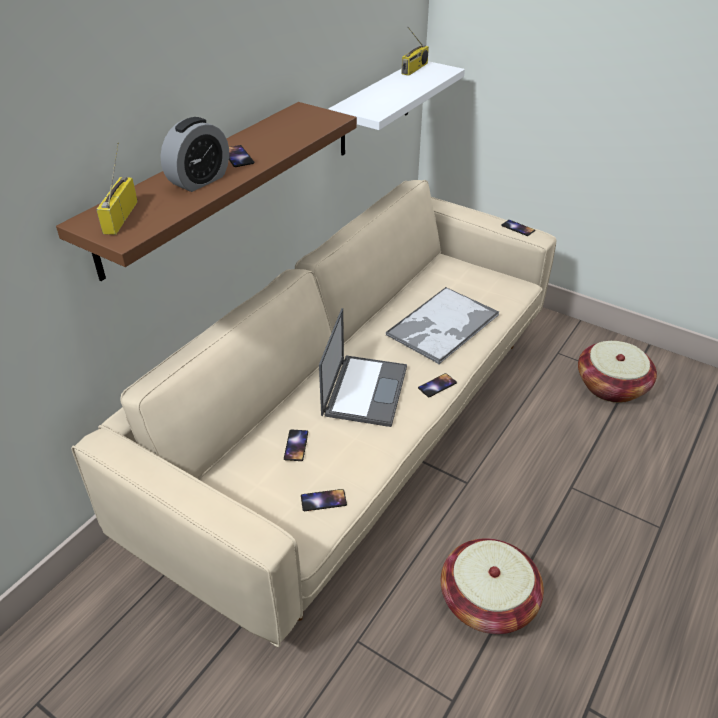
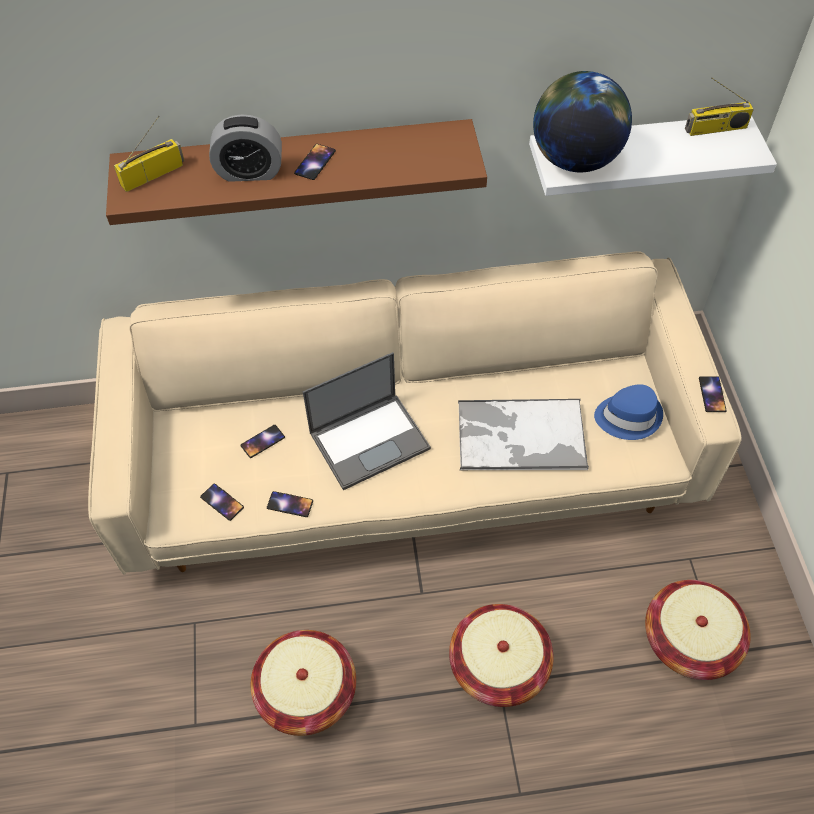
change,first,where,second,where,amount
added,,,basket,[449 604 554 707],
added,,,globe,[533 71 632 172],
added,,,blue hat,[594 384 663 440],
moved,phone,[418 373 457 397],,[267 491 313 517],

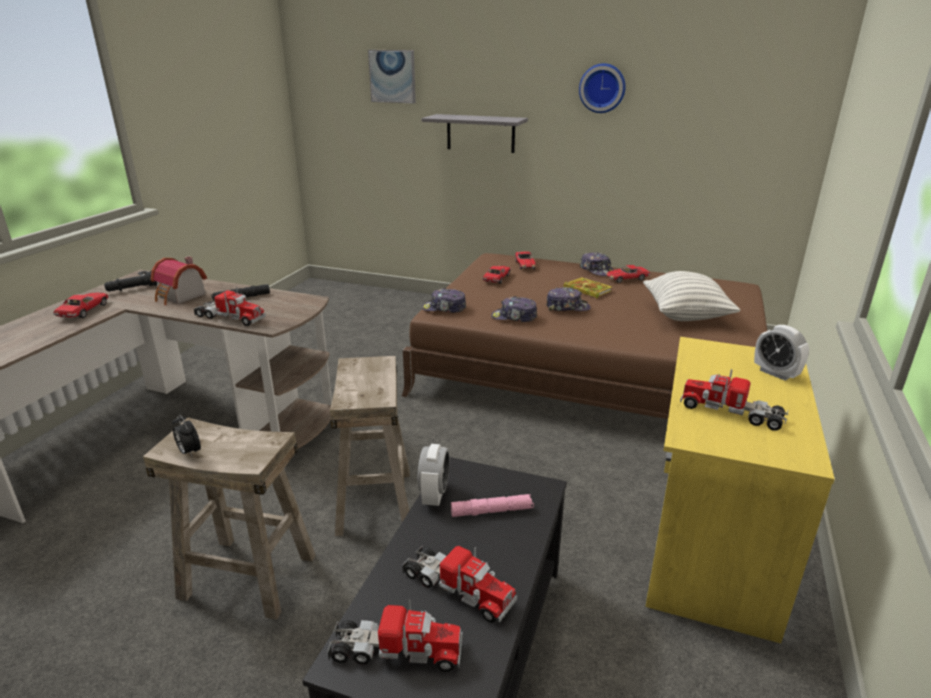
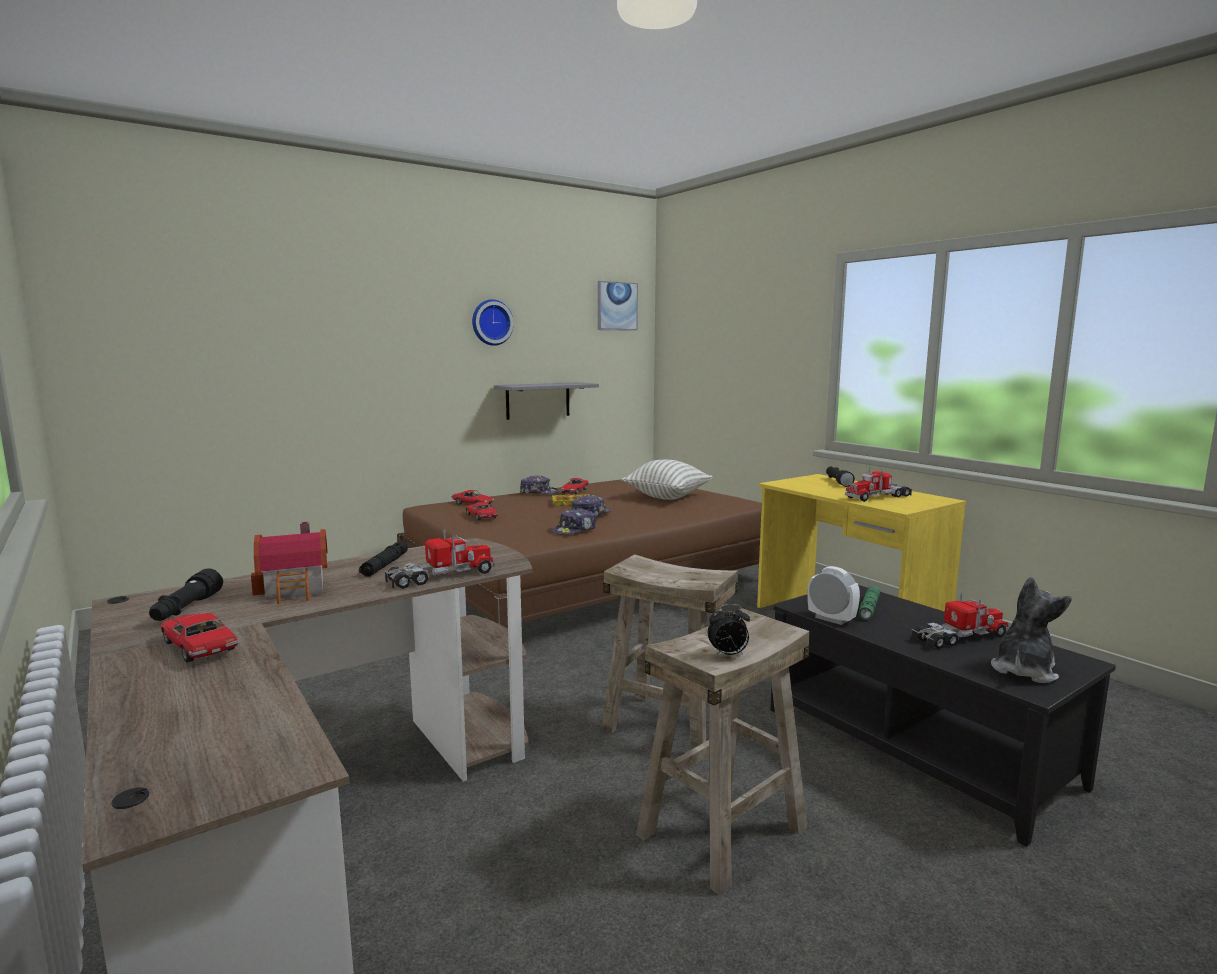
change,first,where,second,where,amount
removed,cap,[422 288 466 313],,,
moved,picture,[368 50 416 103],,[598 281 638 331],
moved,grey shelf,[422 114 528 153],,[494 382 599 420],
replaced,toy truck,[327 599 463 672],plush toy,[991 577 1072 683],
replaced,alarm clock,[754 325 809 381],black flashlight,[826 467 855 487],
recoloured,pink flashlight,[451 494 534 517],green flashlight,[859 586 880 620],

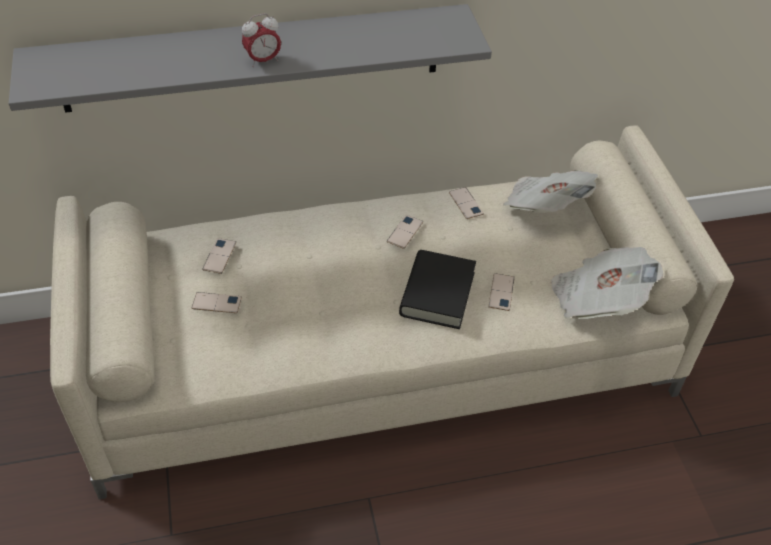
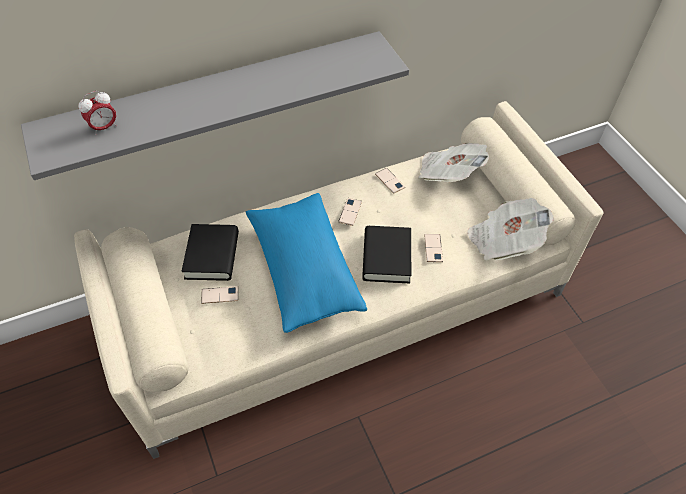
change,first,where,second,where,amount
added,,,blue pillow,[246 193 367 333],
moved,alarm clock,[242 13 281 67],,[78 91 117 135],
replaced,phone,[202 238 236 274],black book,[182 224 239 281],

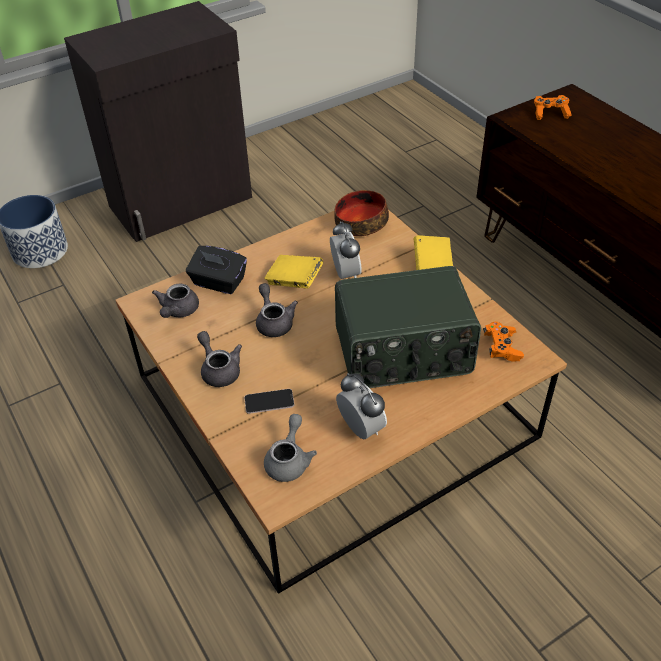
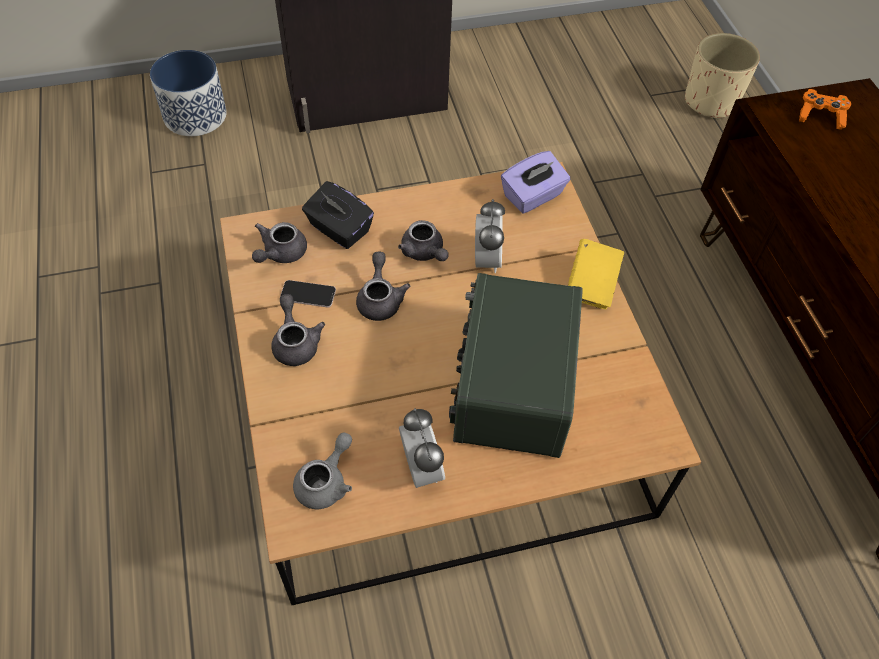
change,first,where,second,where,amount
removed,orange game controller,[483 322 524 362],,,
added,,,beige planter,[685 33 760 120],
moved,phone,[244 389 294 414],,[280 280 336 307],
replaced,yellow book,[264 255 323 289],grey teapot,[398 220 449 261],
replaced,bowl,[335 190 389 236],purple tissue box,[501 151 570 214],
turned,radio,[335 266 481 388],,[449 273 583 458],90 degrees clockwise

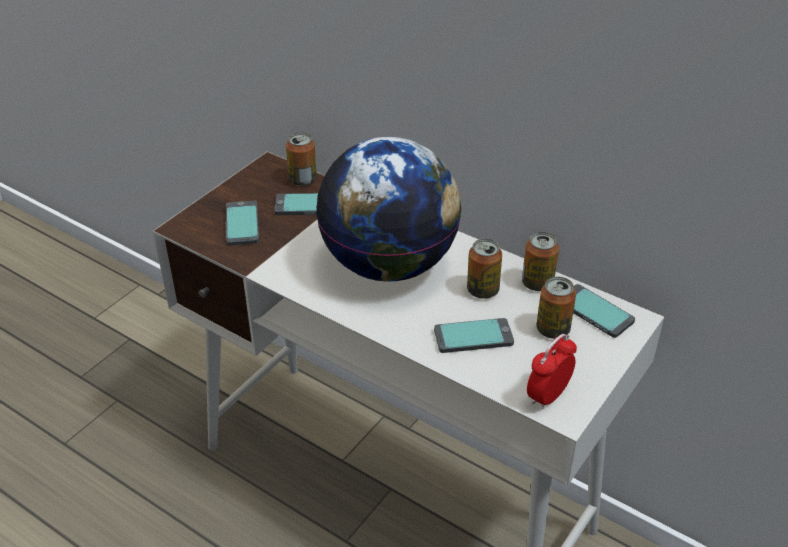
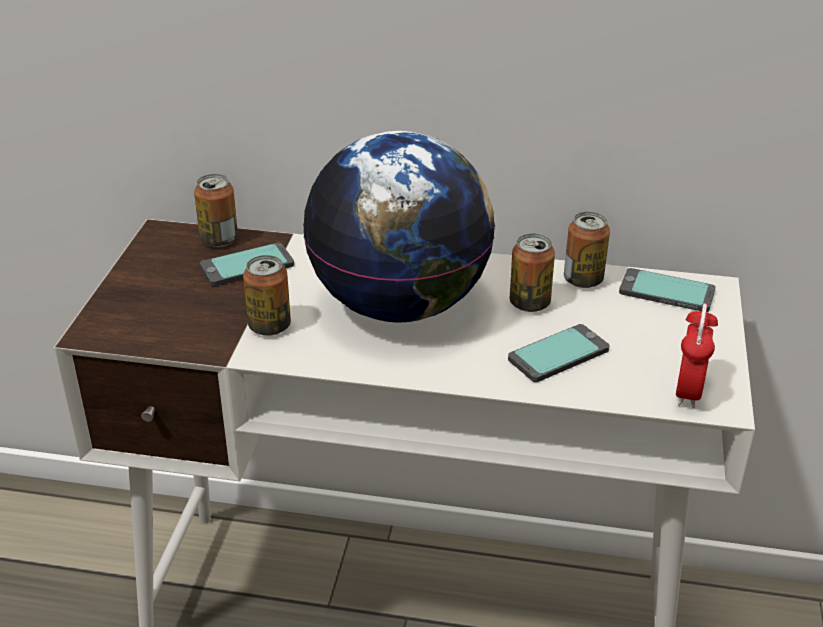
change,first,where,second,where,amount
removed,phone,[226 201 259 246],,,
moved,can,[536 277 576 339],,[243 255 291 336],

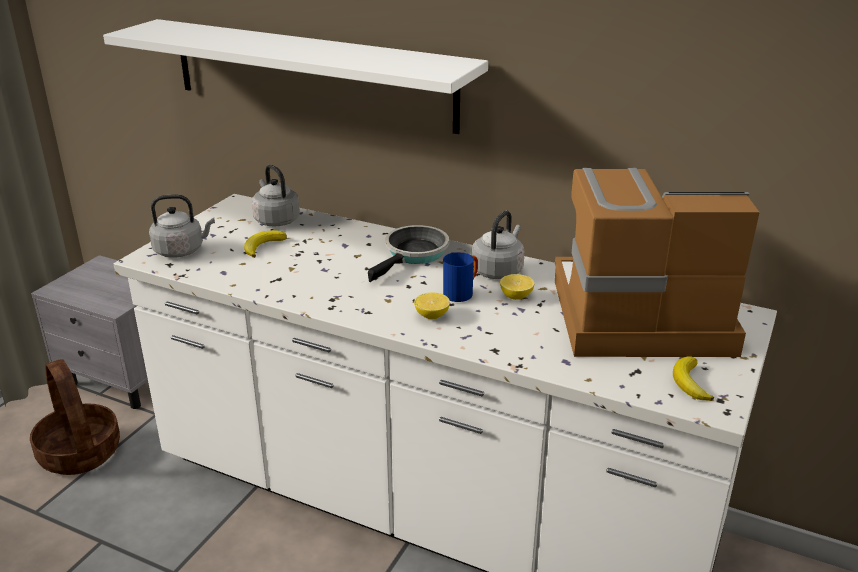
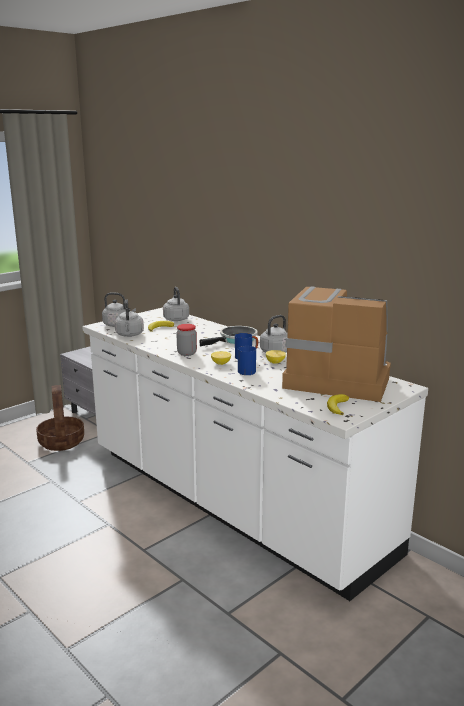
change,first,where,second,where,amount
removed,white shelf,[103 19 488 134],,,
added,,,grey kettle,[115 299 144 337],
added,,,jar,[176 324 197 356],
added,,,blue mug,[238 346 256 375],

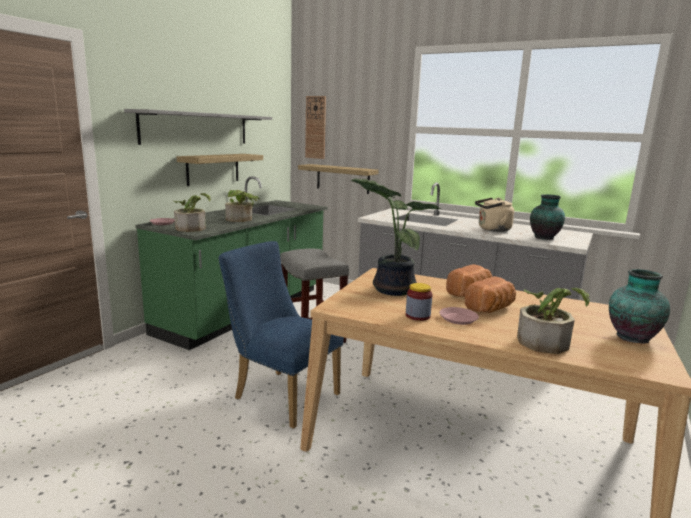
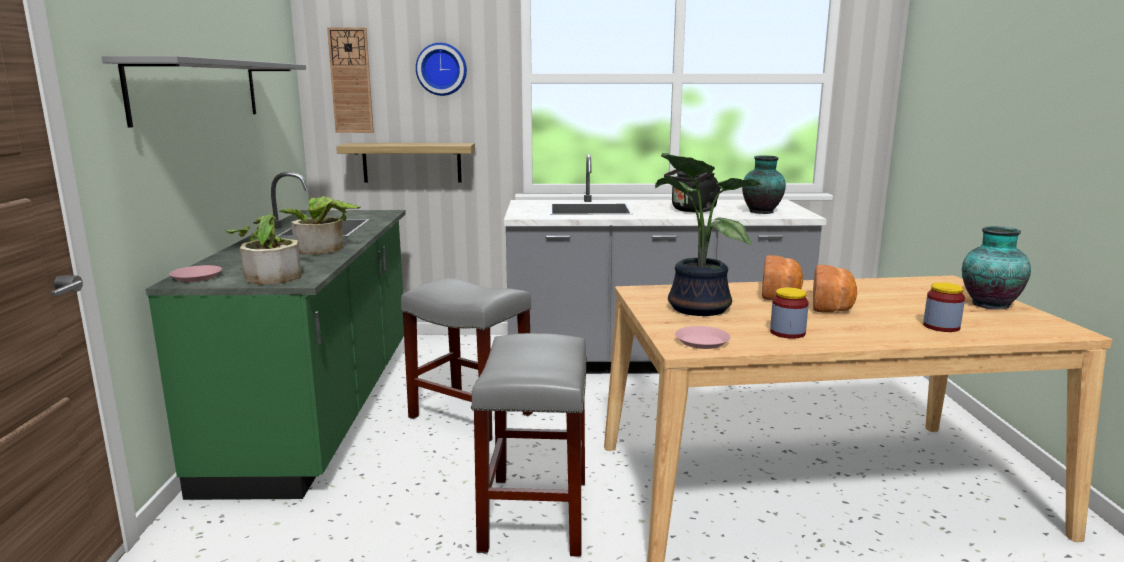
change,first,where,second,where,amount
removed,shelf,[177 154 263 186],,,
added,,,wall clock,[416 43 467 96],
moved,pink plate,[439 307 479 325],,[675 326 731 349],
replaced,blue chair,[218 241 344 429],grey stool,[471 333 587 557],
replaced,potted plant,[517 288 589 354],jar,[923 282 965 332],
recoloured,beige kettle,[475 198 514 232],black kettle,[664 169 720 212],

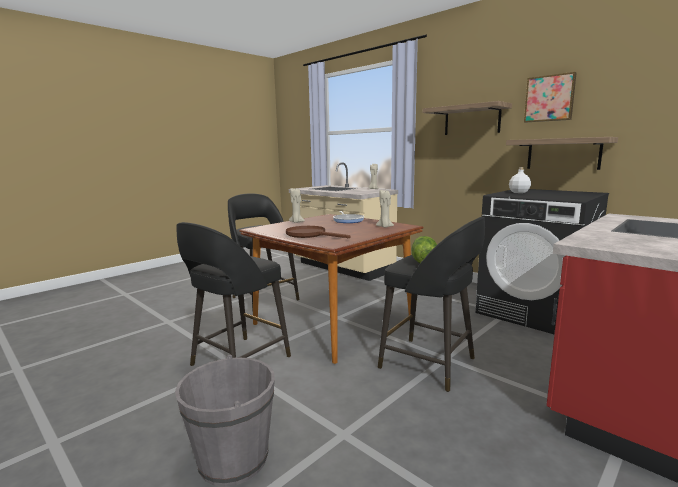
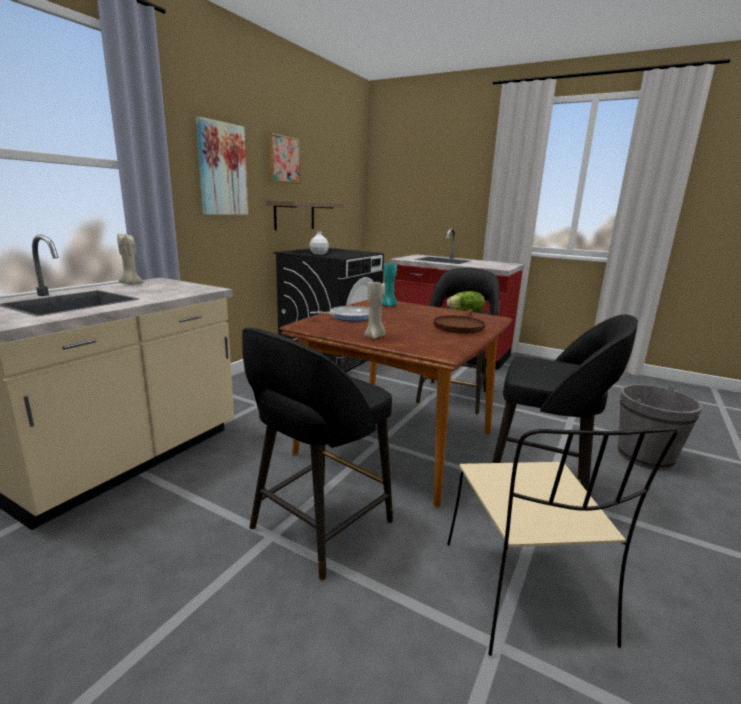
change,first,where,second,where,amount
added,,,beige chair,[447 427 678 656],
replaced,shelf,[423 101 512 135],picture,[196 117 248 215],
recoloured,beige candle,[376 190 394 228],turquoise candle,[382 262 397 307],

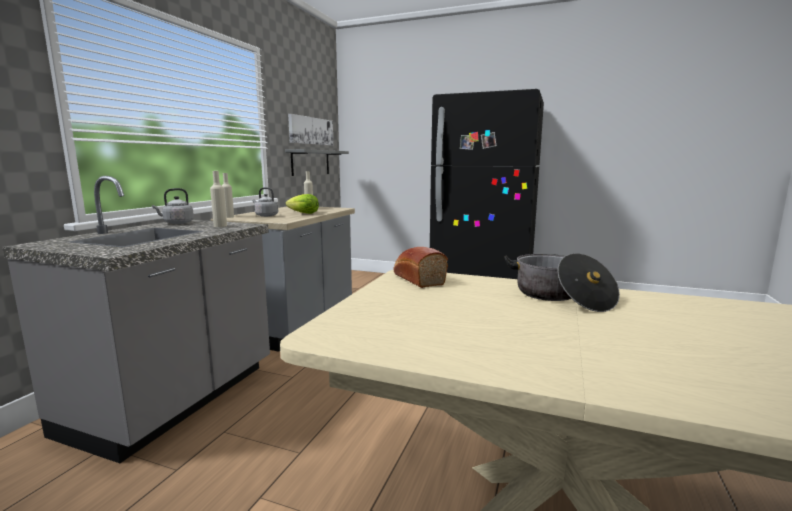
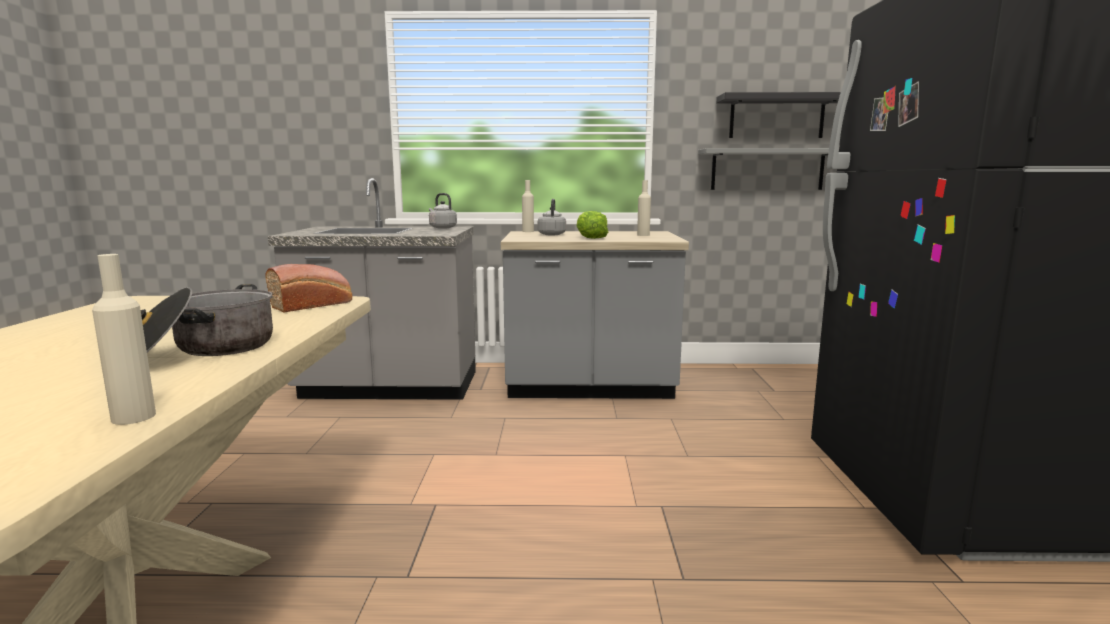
change,first,where,second,where,amount
moved,beige bottle,[210 171 227 227],,[92 254 156 425],
replaced,picture,[288 114 334 146],black shelf,[716 92 841 138],

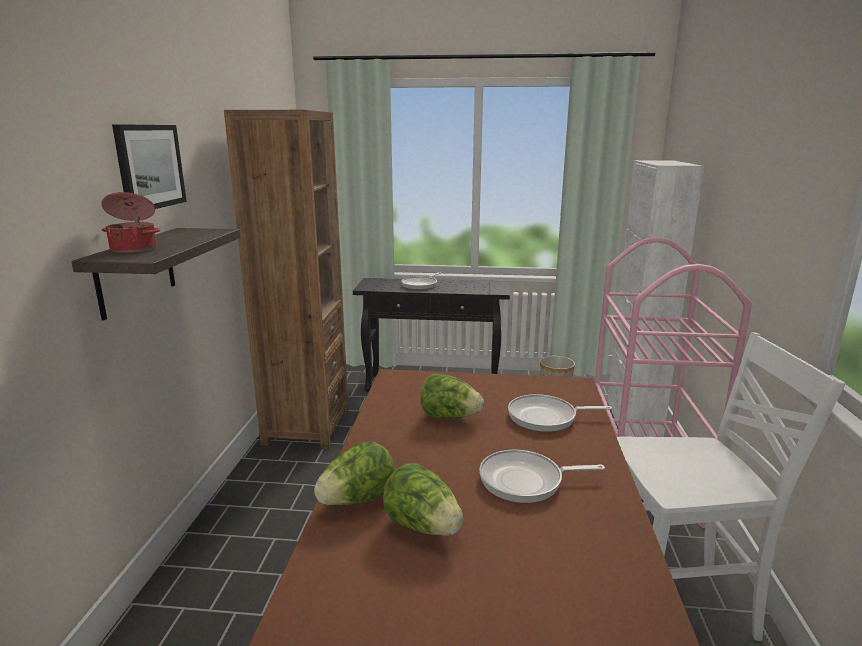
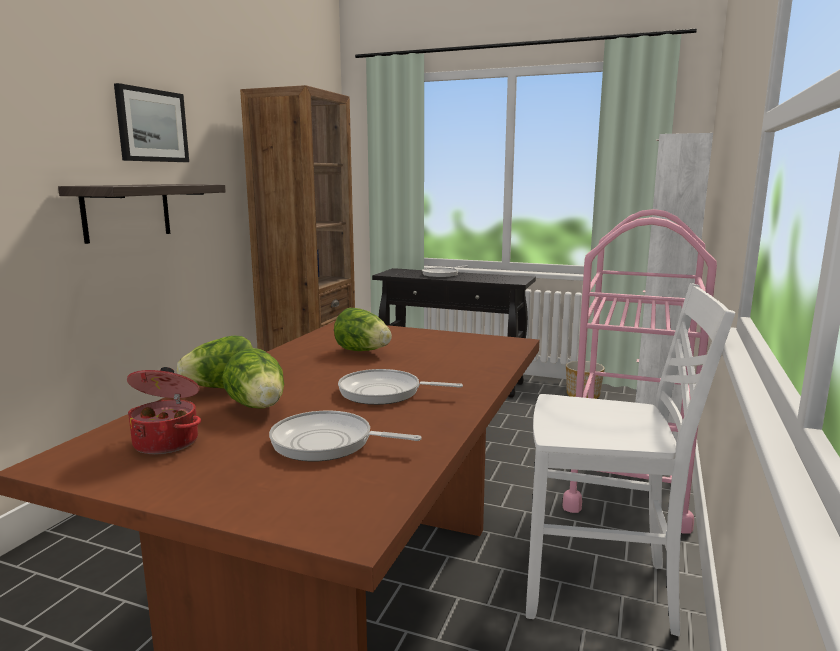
change,first,where,second,where,amount
moved,cooking pot,[102 192 160 253],,[127 367 201 454],
moved,frying pan,[508 394 612 432],,[269 411 422 462],

